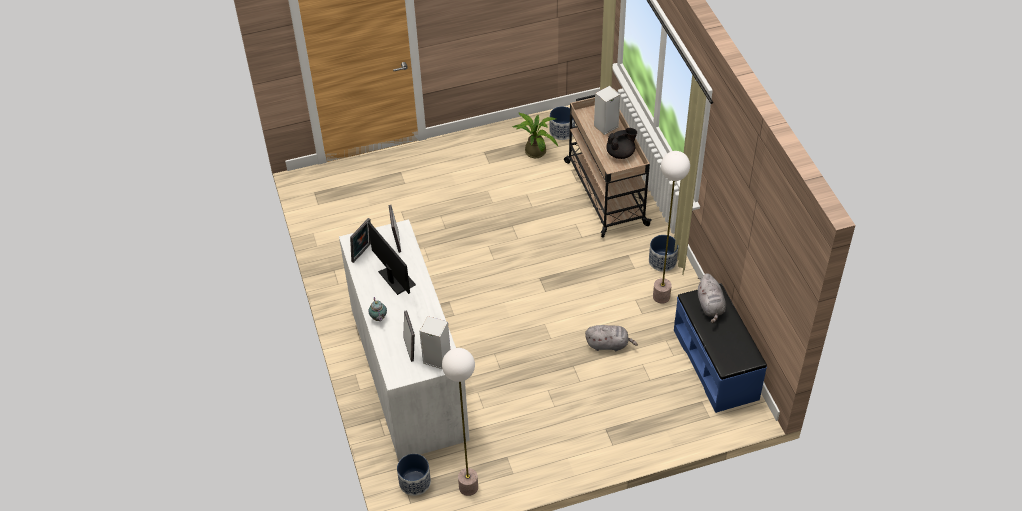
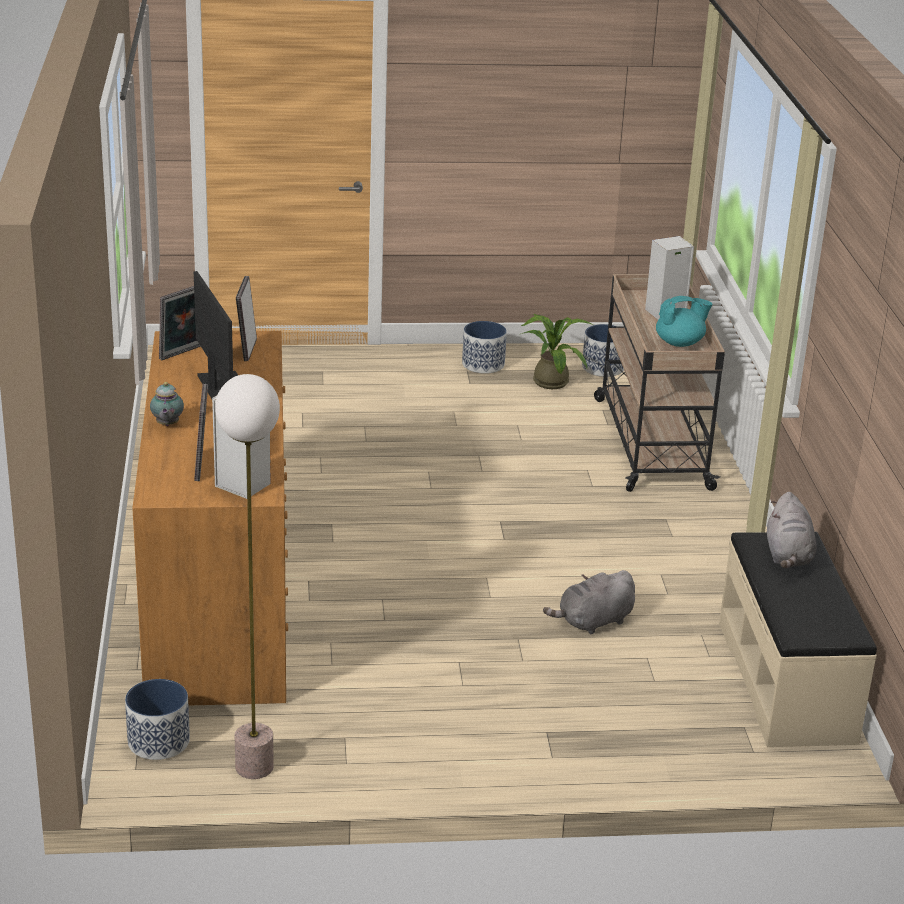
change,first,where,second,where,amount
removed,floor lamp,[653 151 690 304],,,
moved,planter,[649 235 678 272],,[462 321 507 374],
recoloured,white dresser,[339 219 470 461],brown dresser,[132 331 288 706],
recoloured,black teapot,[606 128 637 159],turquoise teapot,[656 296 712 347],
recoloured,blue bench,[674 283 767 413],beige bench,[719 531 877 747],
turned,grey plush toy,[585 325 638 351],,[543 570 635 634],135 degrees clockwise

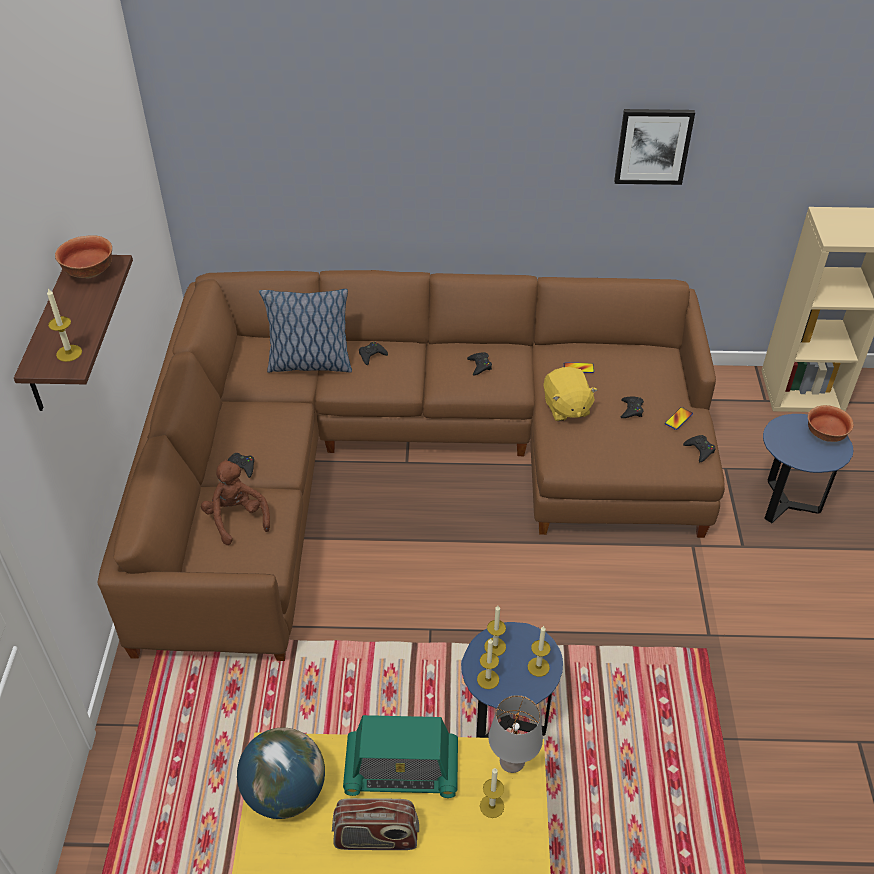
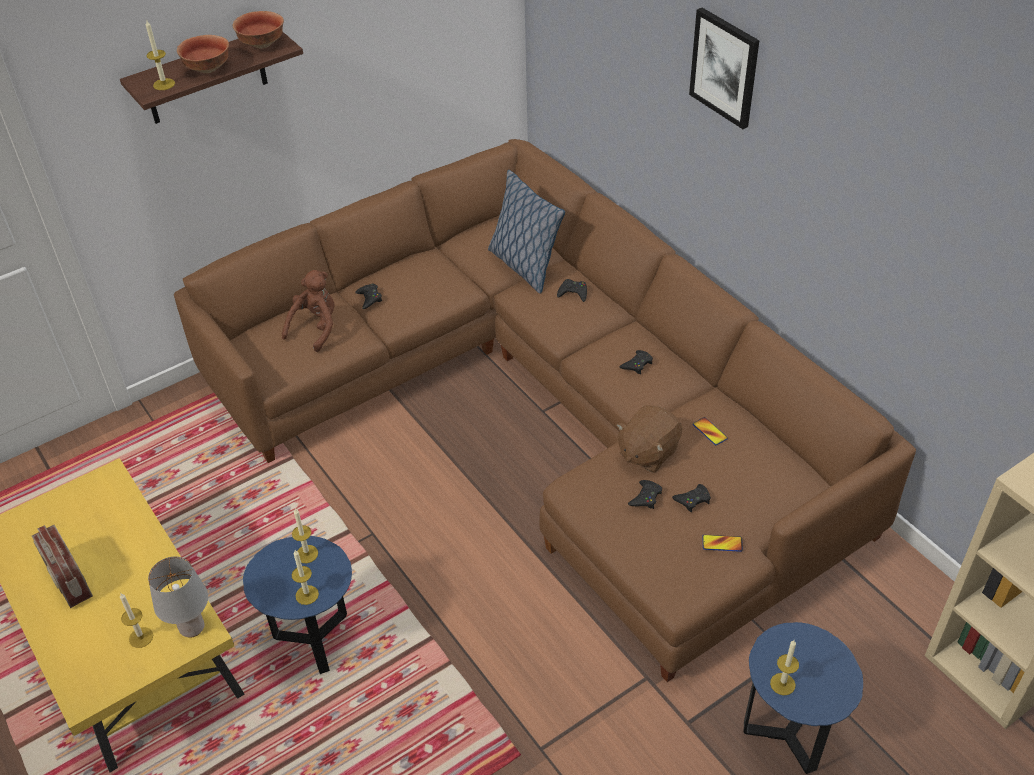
change,first,where,second,where,amount
removed,globe,[237 728 325 819],,,
removed,radio,[343 715 458 798],,,
moved,candle,[477 639 499 689],,[770 640 799 695],
moved,picture,[614 109 695 185],,[689 8 759 129],
moved,black game controller,[683 435 716 462],,[628 480 662 509],
moved,bowl,[808 405 854 442],,[177 35 229 74],
recoloured,yellow plush toy,[544 367 598 422],brown plush toy,[616 405 683 473],

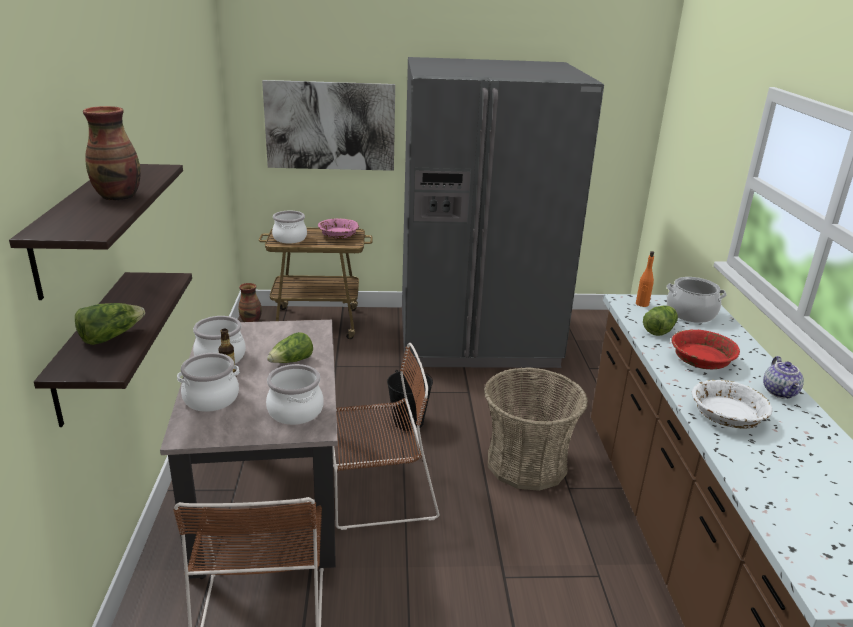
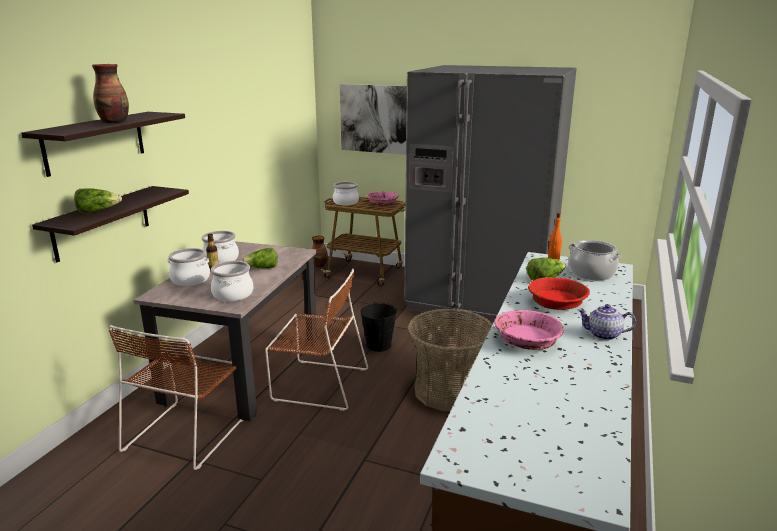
change,first,where,second,where,amount
recoloured,white bowl,[692 380 772 429],pink bowl,[494 310 564 350],
turned,teapot,[763 356 804 399],,[578 304 636 340],75 degrees clockwise

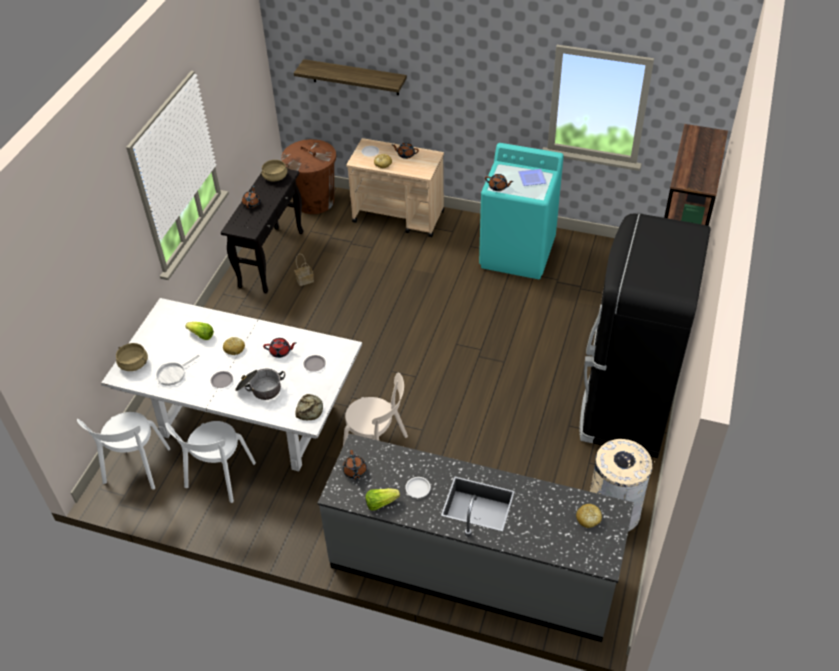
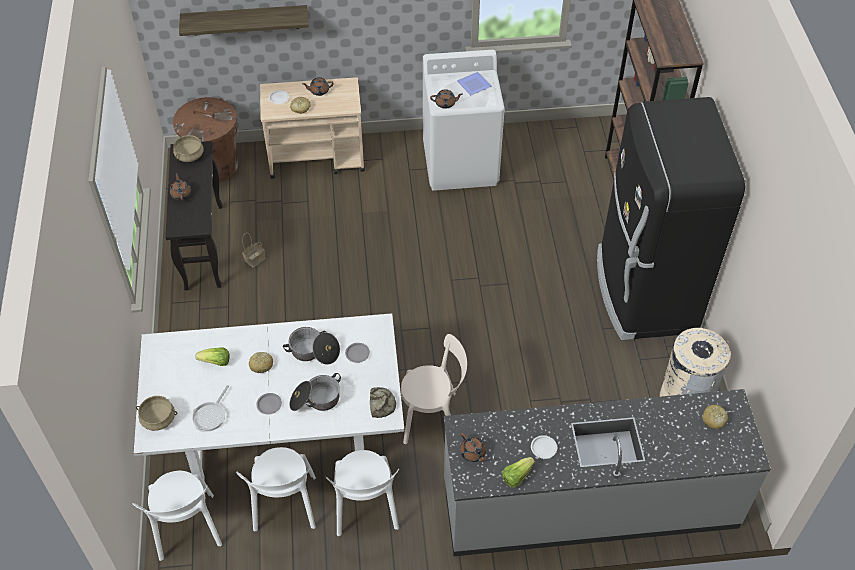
change,first,where,second,where,amount
added,,,white chair,[325 450 399 536],
replaced,red teapot,[263 338 296 358],cooking pot,[283 327 340 365],
recoloured,turquoise washing machine,[479 143 564 279],white washing machine,[423 50 505 191],

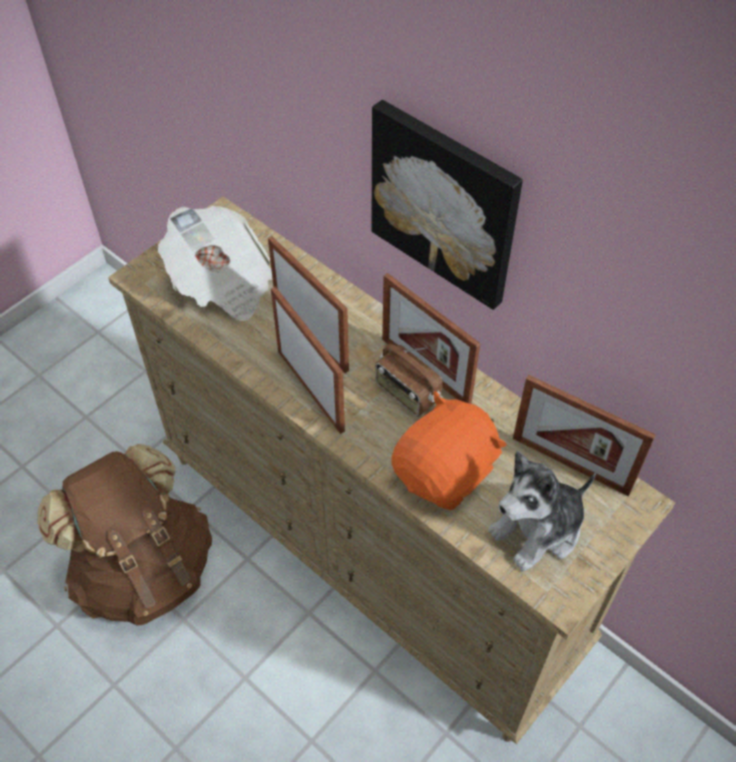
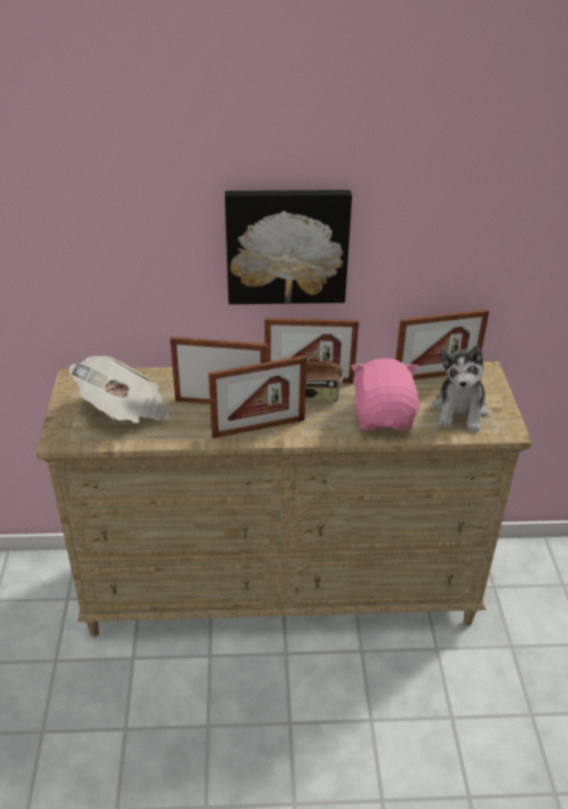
change,first,where,second,where,amount
removed,brown backpack,[37 444 212 625],,,
recoloured,orange plush toy,[391 391 507 510],pink plush toy,[351 358 419 431],
turned,picture frame,[271 286 345 434],,[208 356 307 438],150 degrees clockwise

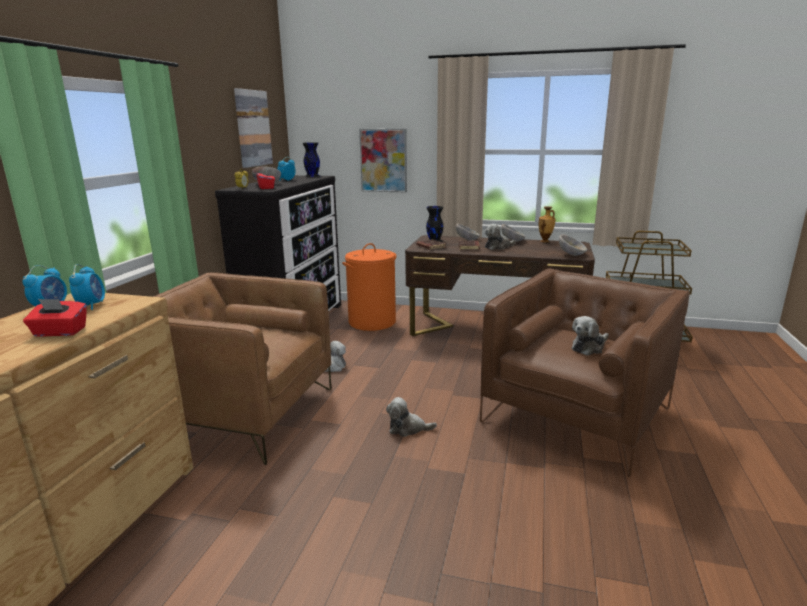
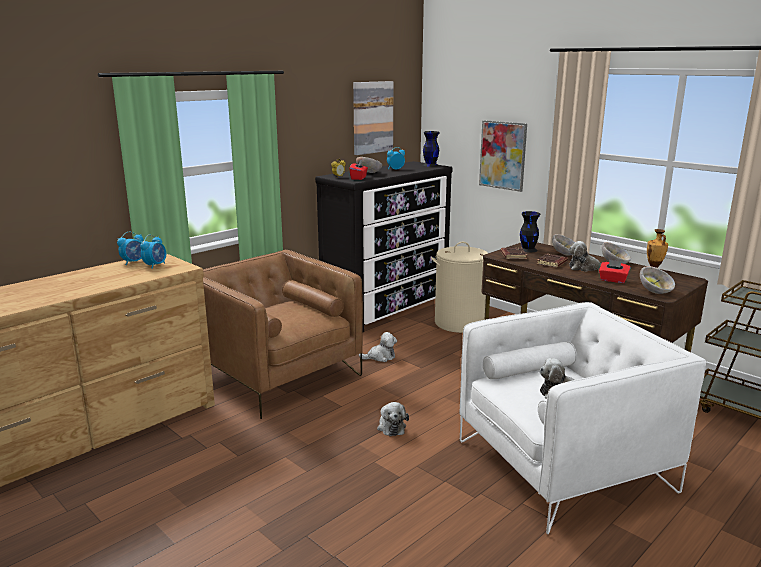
change,first,where,second,where,amount
moved,red tissue box,[23 299 87 337],,[599 260 631 283],
recoloured,orange laundry basket,[342 243 396 331],beige laundry basket,[431 242 488 333],
recoloured,brown armchair,[480 268 690 477],white armchair,[459 302 706 534],
turned,plush toy,[386 397 437 437],,[377 402 409 436],135 degrees counterclockwise

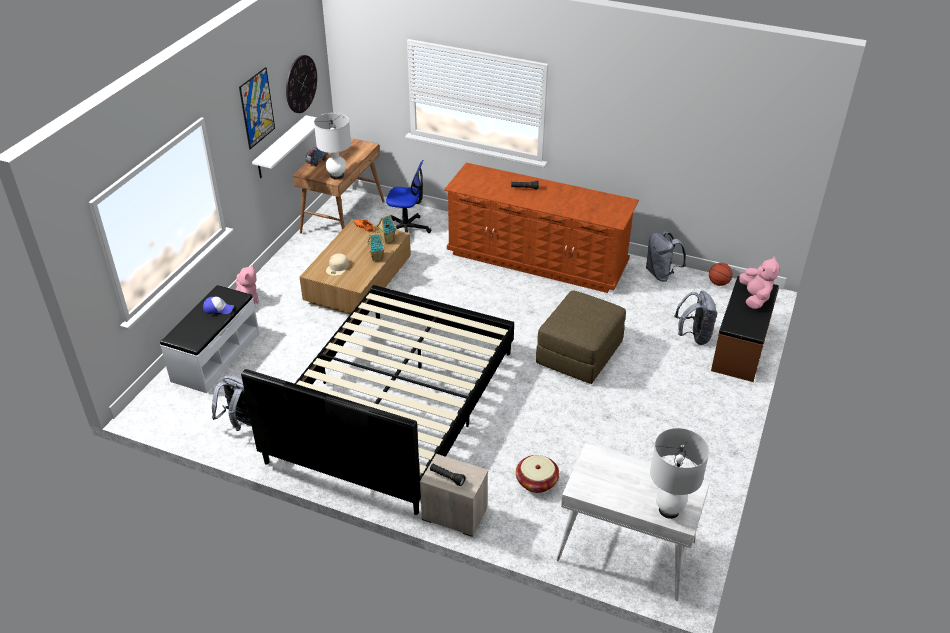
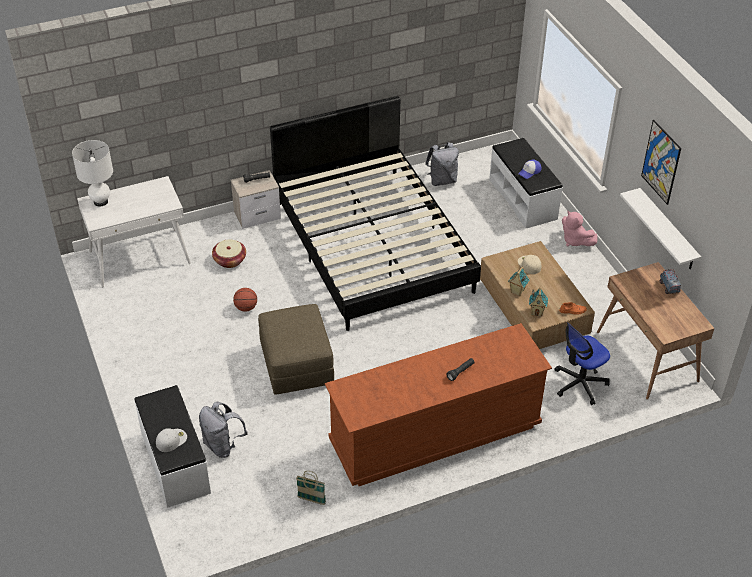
change,first,where,second,where,amount
removed,wall clock,[286 55 317 113],,,
removed,white table lamp,[314 113 351 179],,,
moved,basketball,[709 263 733 286],,[233 288 257 312],
replaced,grey backpack,[646 231 686 282],basket,[296 471 326 505],
replaced,pink plush toy,[739 256 779 309],white cap,[156 429 187 452],
recoloured,brown bench,[711 276 779 382],white bench,[134 385 211 508],

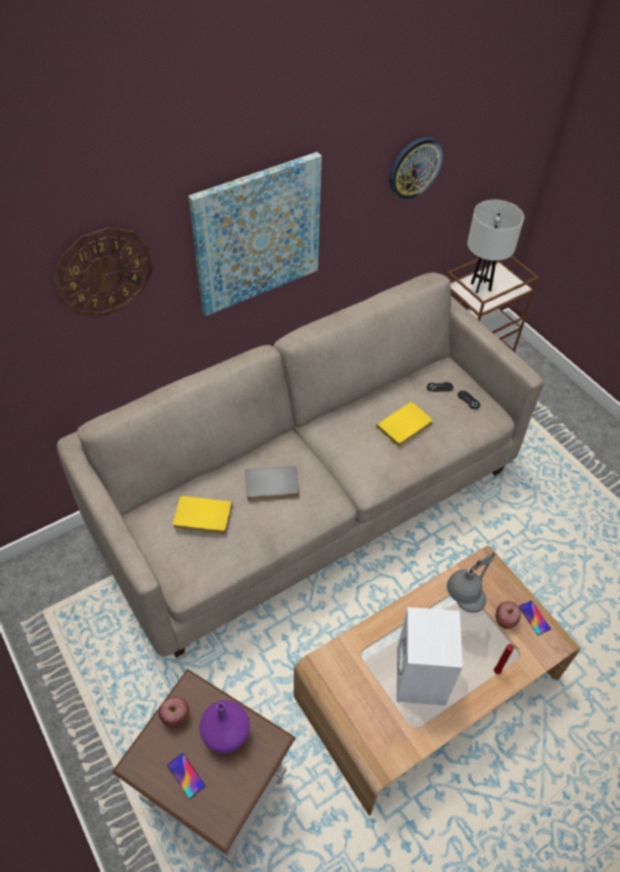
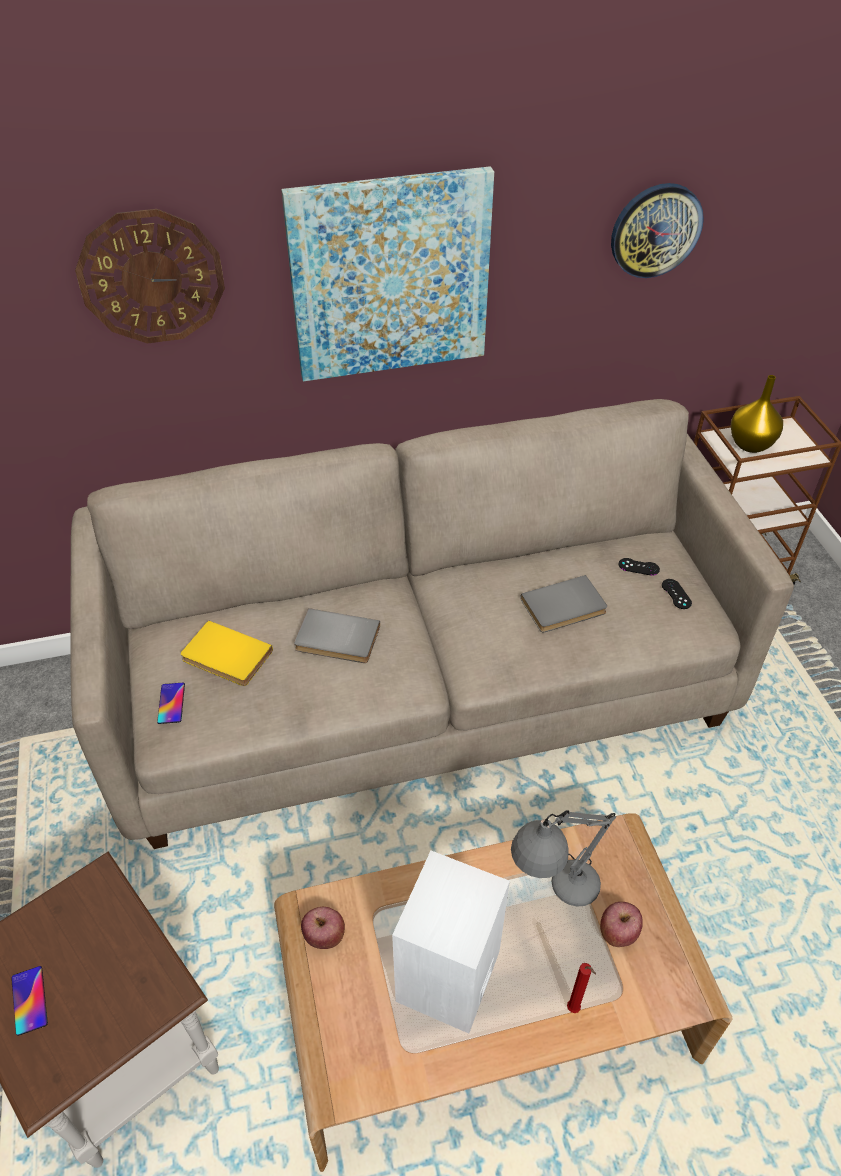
change,first,where,second,where,amount
removed,purple vase,[199 700 250 753],,,
moved,apple,[158 697 190 727],,[301 907 345 949],
moved,phone,[519 601 551 635],,[157 683 185 724],
replaced,white table lamp,[467 200 524 293],yellow vase,[731 375 783 453],
recoloured,yellow book,[376 401 433 447],grey book,[520 575 607 632],

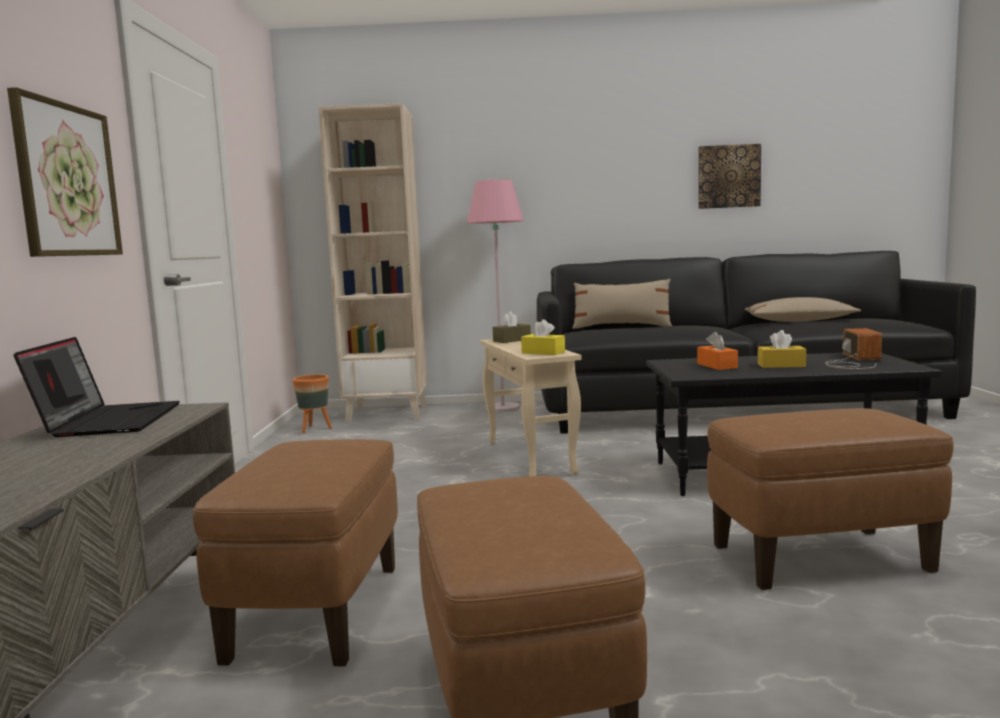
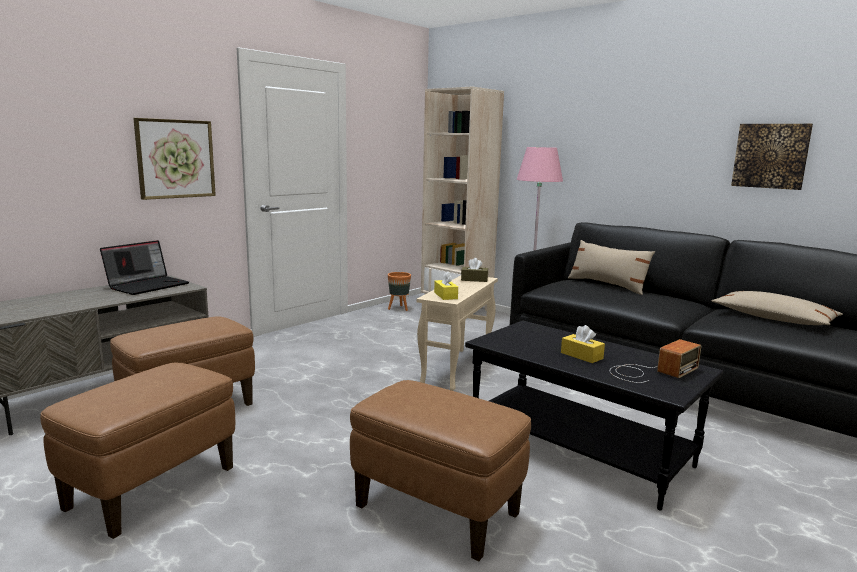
change,first,where,second,where,amount
removed,orange tissue box,[697 331 738 370],,,

